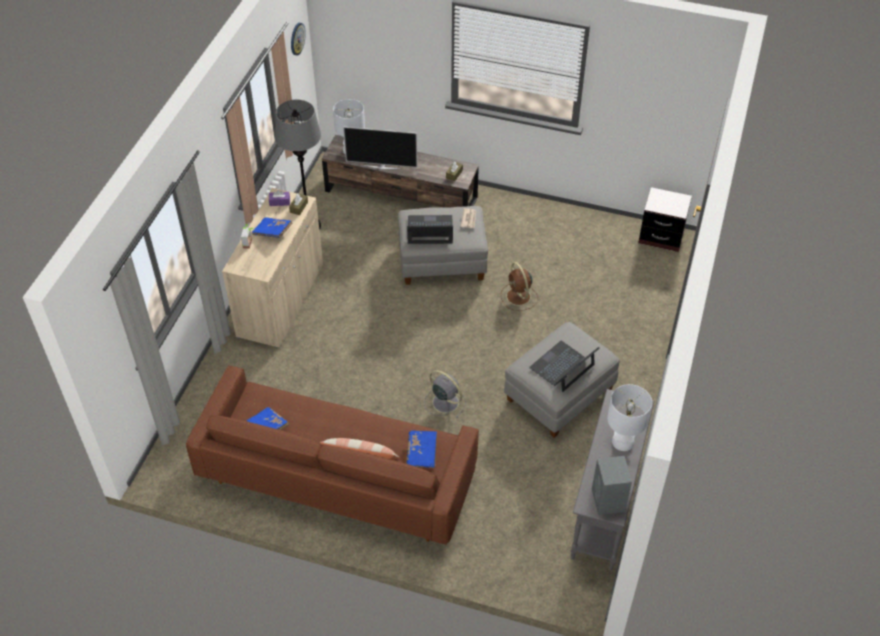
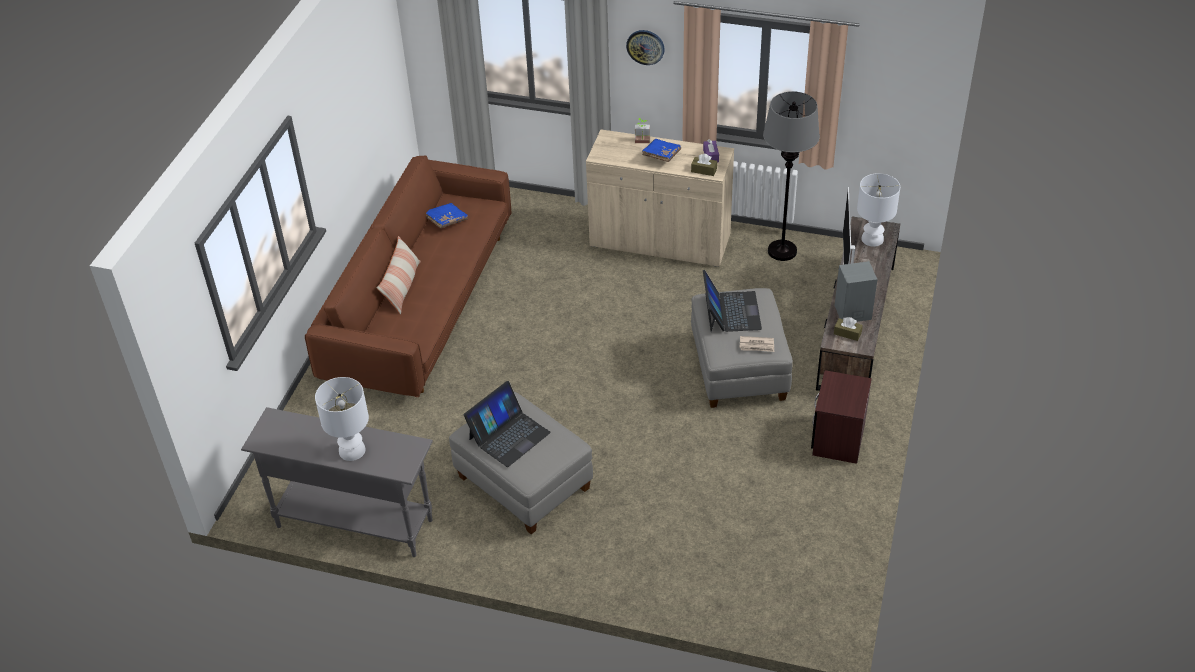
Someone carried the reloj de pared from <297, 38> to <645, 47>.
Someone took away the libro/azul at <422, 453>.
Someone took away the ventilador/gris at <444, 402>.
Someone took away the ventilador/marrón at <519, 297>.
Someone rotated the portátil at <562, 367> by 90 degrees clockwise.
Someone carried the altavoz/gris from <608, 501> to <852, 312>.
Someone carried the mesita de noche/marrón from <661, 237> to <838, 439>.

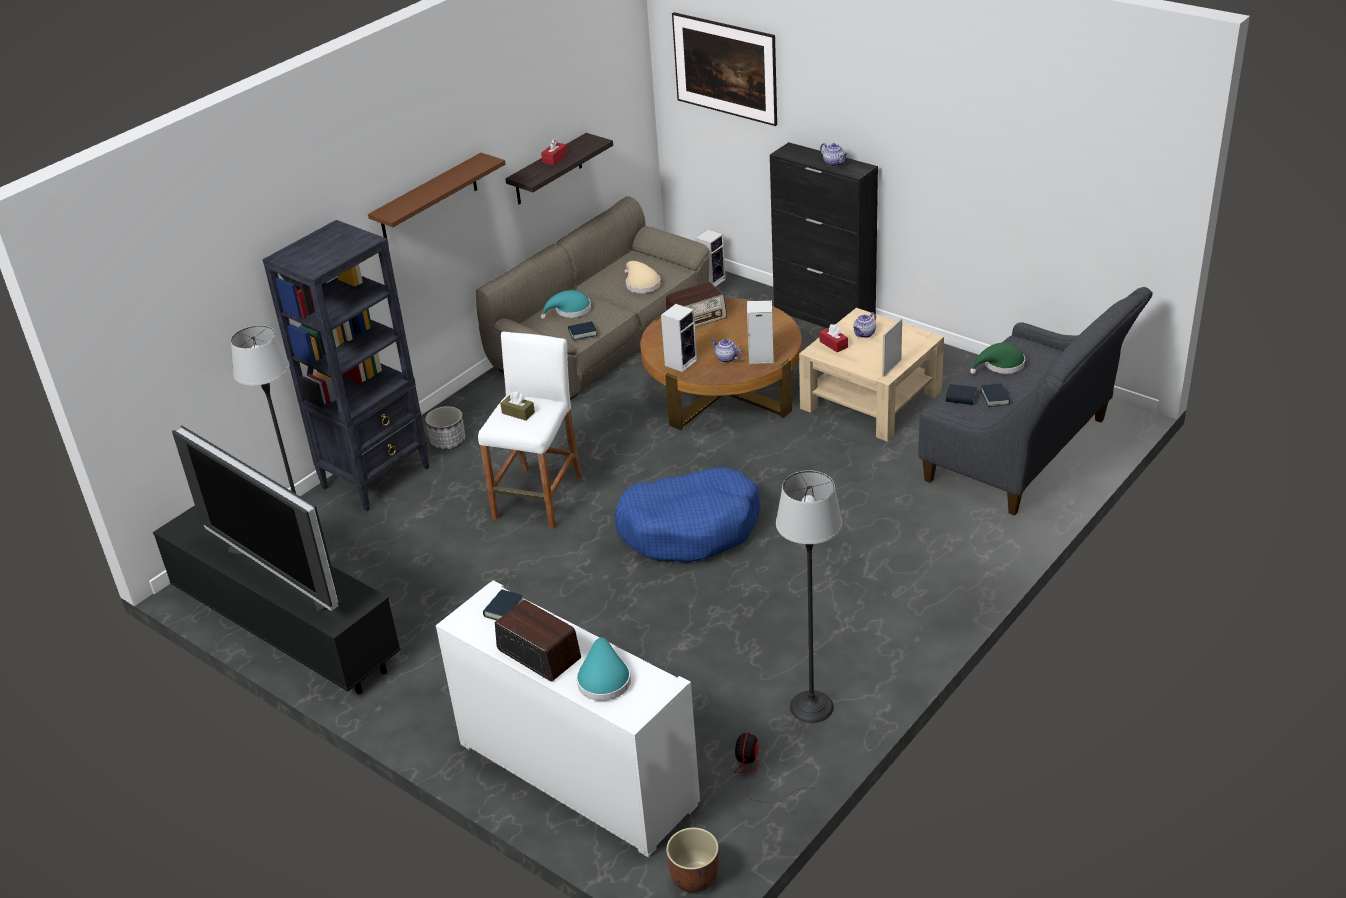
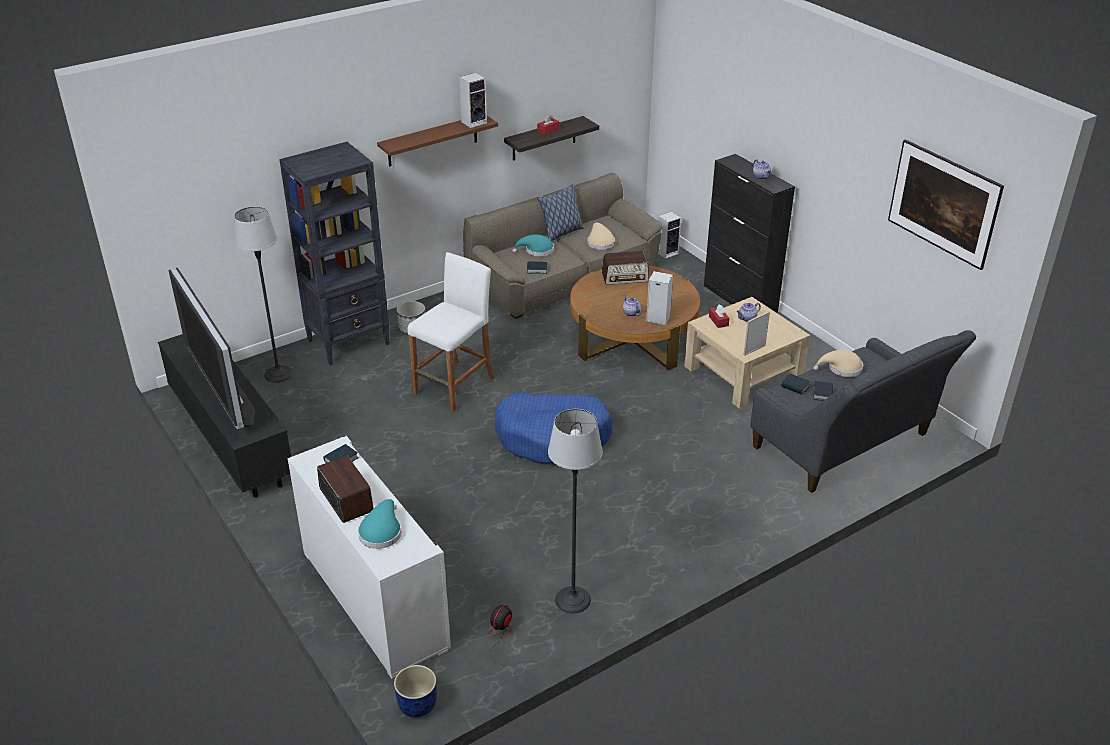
Someone took away the caja de pañuelos/marrón at <518, 413>.
Someone carried the altavoz from <681, 362> to <474, 122>.
Someone repainted the maceta/marrón at <694, 878>, which became the maceta/azul at <417, 705>.
Someone carried the cuadro from <726, 90> to <939, 223>.
Someone repainted the sombrero/verde at <1001, 365>, which became the sombrero/beis at <841, 368>.
Someone put down the cojín at <561, 233>.

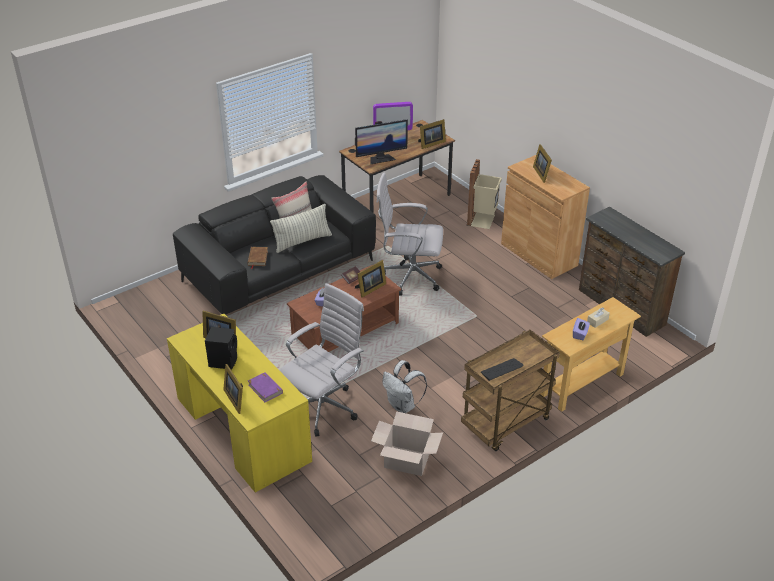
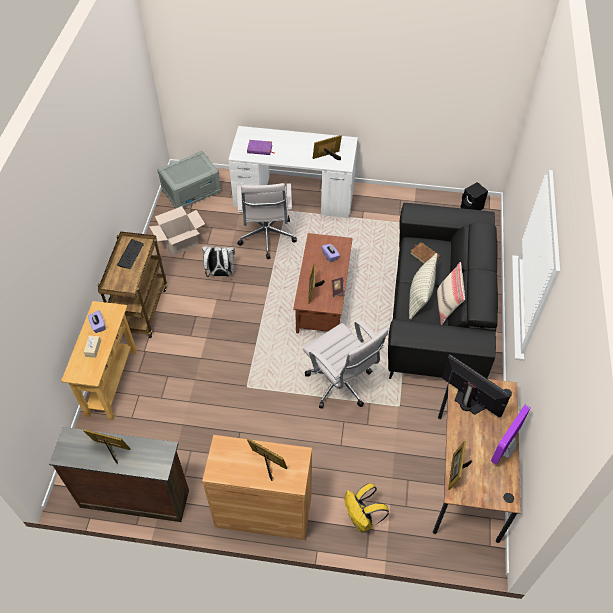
Someone repainted the escritorio/amarillo at <243, 428>, which became the escritorio/blanco at <295, 195>.
Someone carried the altavoz/negro from <223, 360> to <472, 208>.
Someone carried the portarretratos from <236, 399> to <111, 449>.
Someone rotated the monitor at <381, 158> by 105 degrees clockwise.
Someone rotated the silla de oficina/blanco at <409, 277> by 90 degrees clockwise.
Someone swapped the papelera/beis at <482, 220> for the mochila/amarillo at <362, 519>.
Someone put down the caja de almacenaje/gris at <191, 191>.

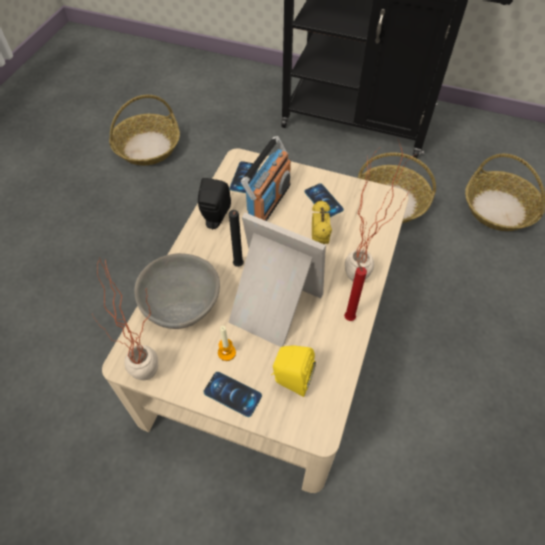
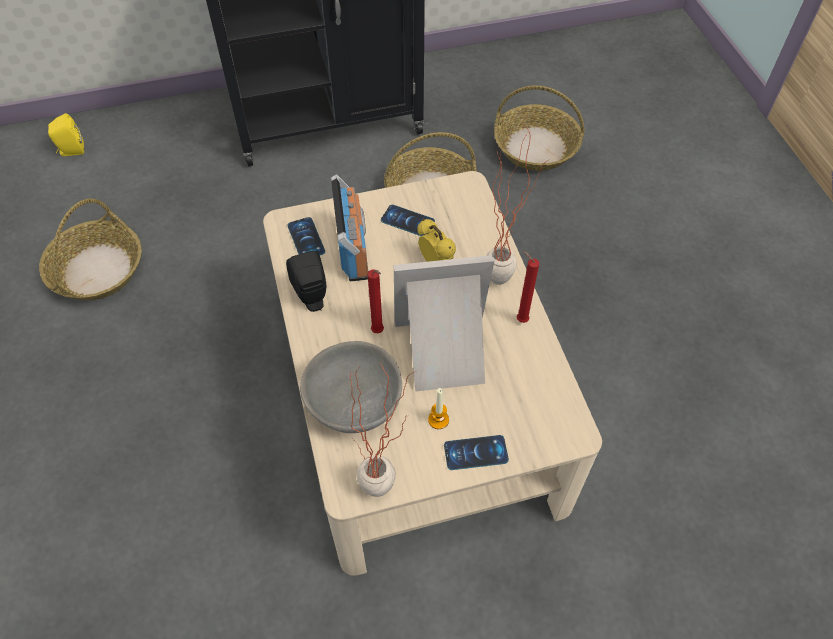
Someone repainted the vela/negro at <238, 266>, which became the vela/rojo at <378, 332>.
Someone carried the altavoz/amarillo from <290, 380> to <71, 151>.

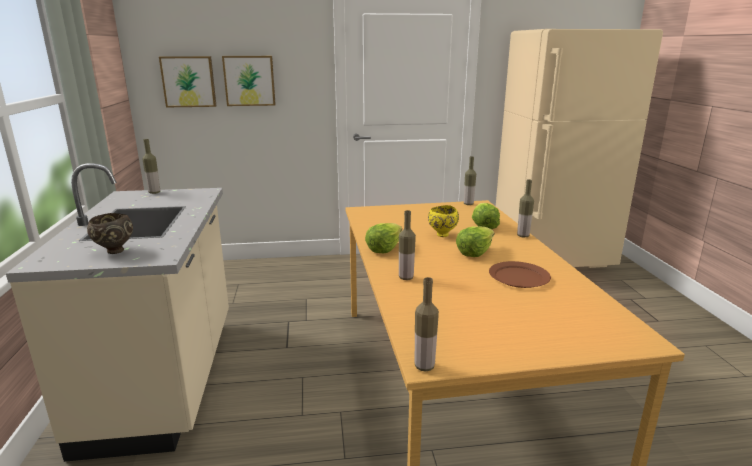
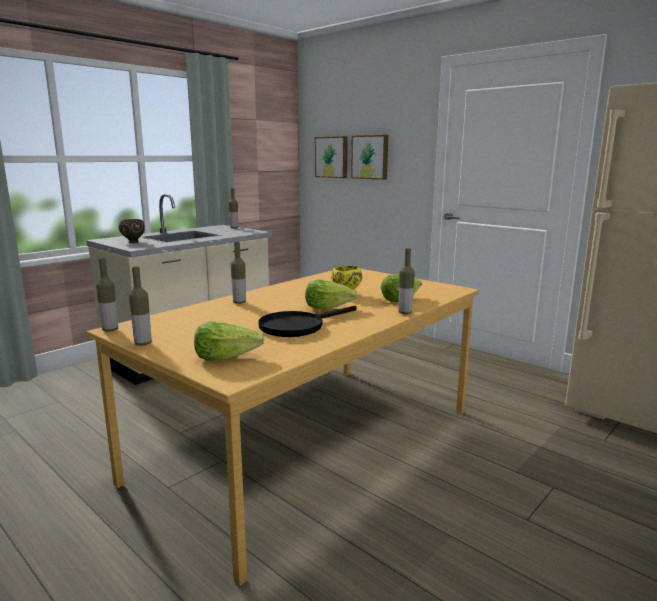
Someone carried the lechuga from <384, 248> to <226, 357>.
Someone carried the botella from <468, 204> to <143, 343>.
Someone swapped the plato/marrón at <518, 277> for the sartén/negro at <298, 326>.

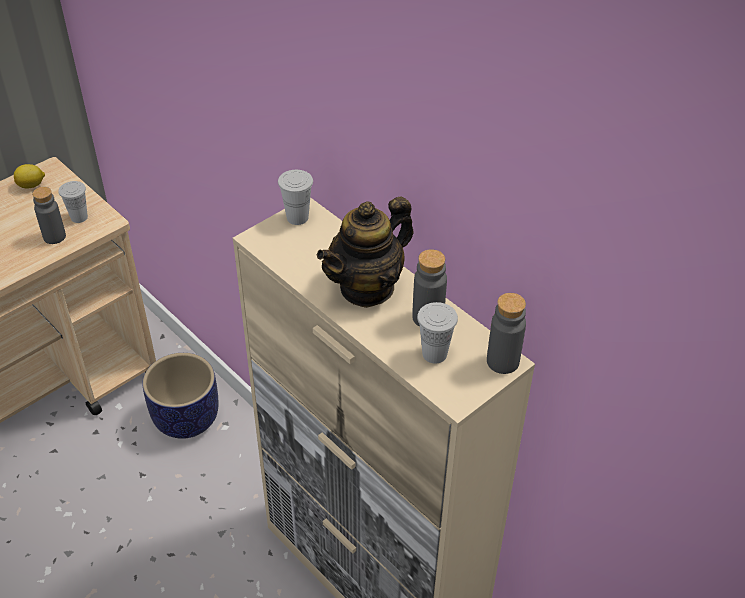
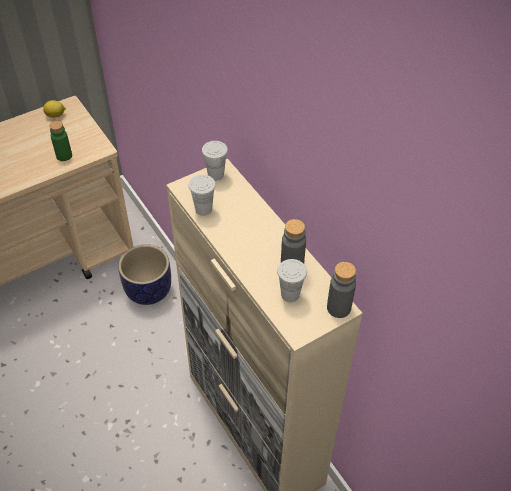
Someone repainted the botella/gris at <54, 236>, which became the botella/verde at <64, 156>.
Someone carried the taza/blanco from <79, 217> to <203, 209>.
Someone took away the tetera at <367, 287>.

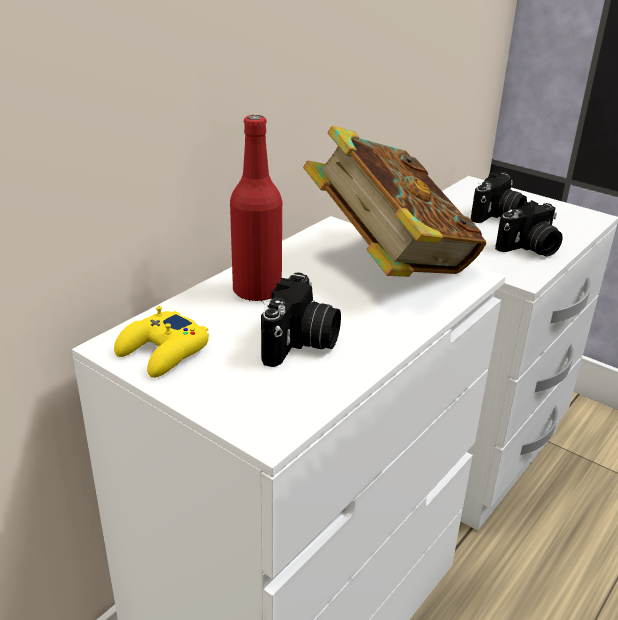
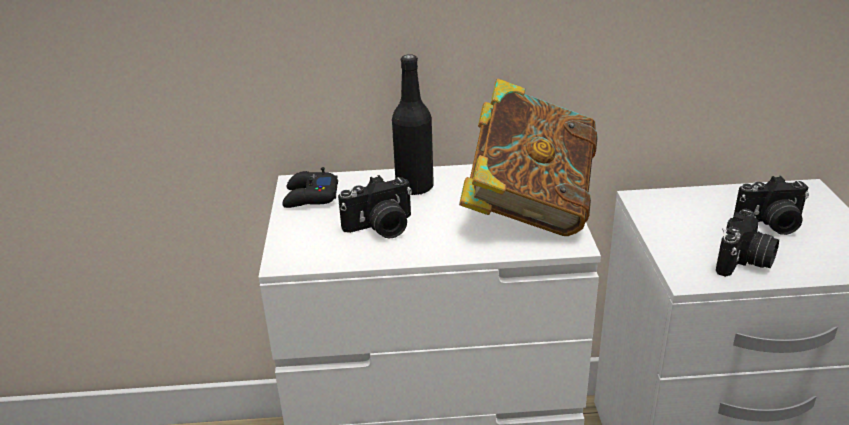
Someone repainted the mando de consola/amarillo at <163, 352>, which became the mando de consola/negro at <310, 197>.
Someone repainted the botella/rojo at <257, 291>, which became the botella/negro at <414, 187>.
Someone rotated the cámara at <530, 249> by 75 degrees counterclockwise.

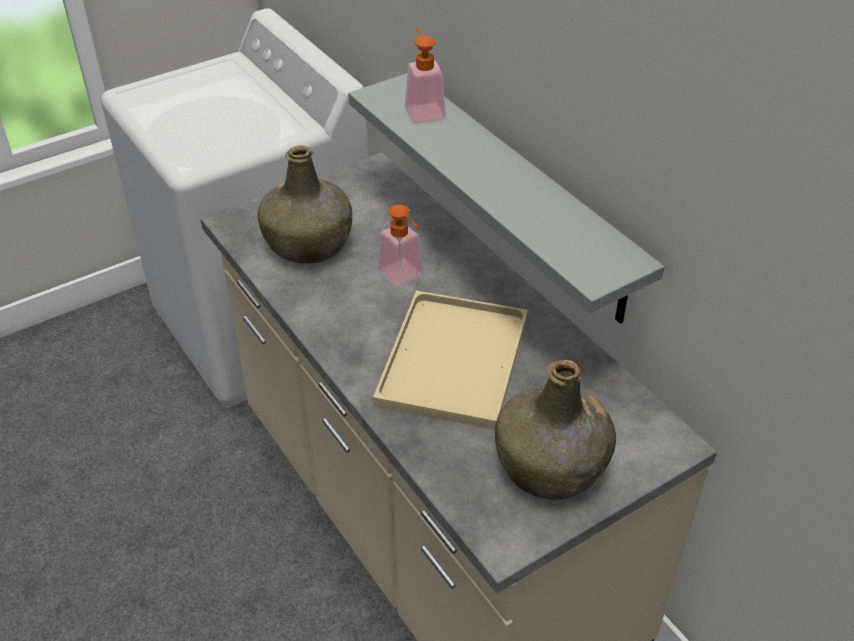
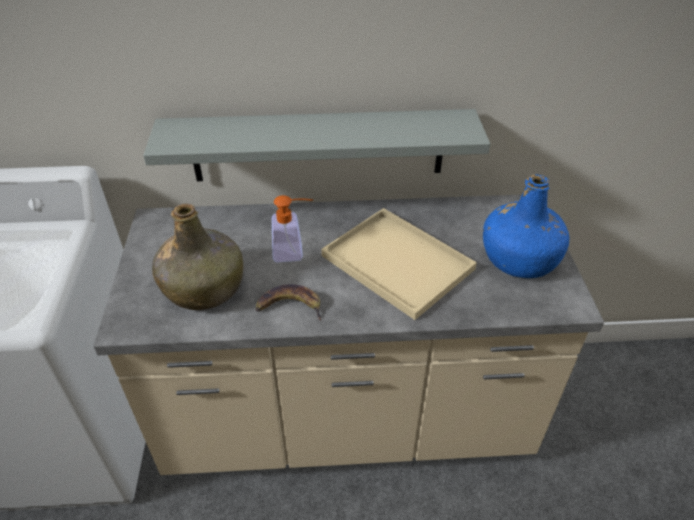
Someone took away the dispensador de jabón at <423, 110>.
Someone repainted the botella/verde at <551, 465>, which became the botella/azul at <519, 258>.
Someone put down the plátano at <290, 306>.

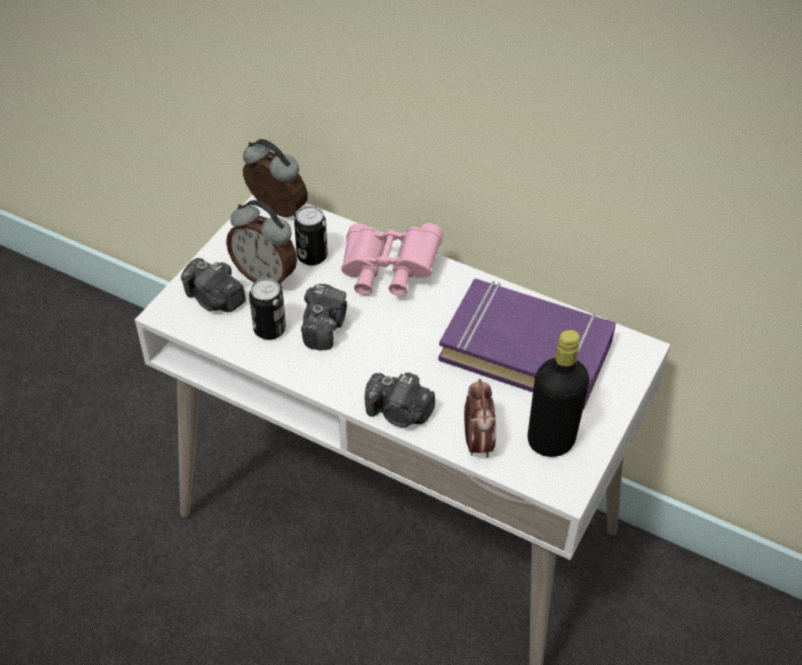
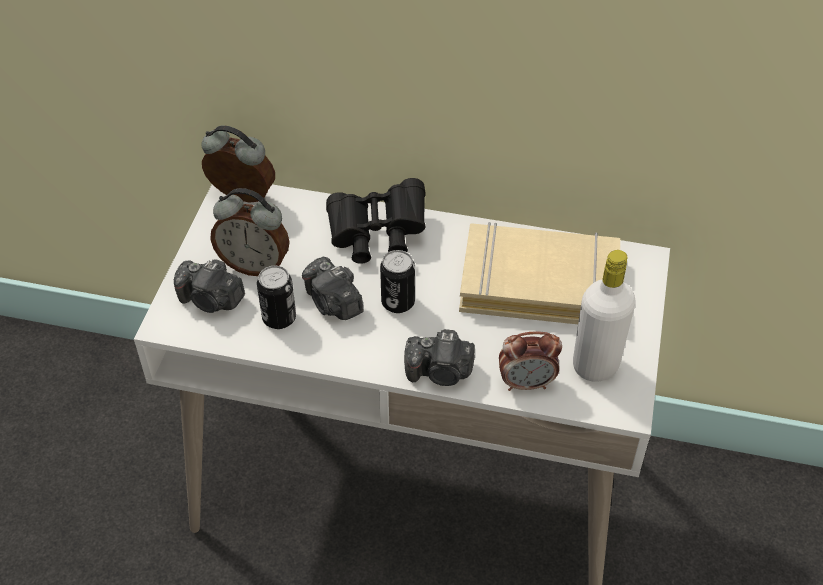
Someone carried the lata from <312, 256> to <398, 302>.
Someone rotated the cámara at <324, 326> by 150 degrees clockwise.
Someone repainted the prismáticos/rosa at <388, 272>, which became the prismáticos/negro at <376, 235>.
Someone repainted the libro/morado at <526, 350>, which became the libro/beis at <539, 283>.
Someone rotated the despertador at <477, 442> by 105 degrees clockwise.
Someone repainted the botella/negro at <550, 441>, which became the botella/blanco at <595, 365>.

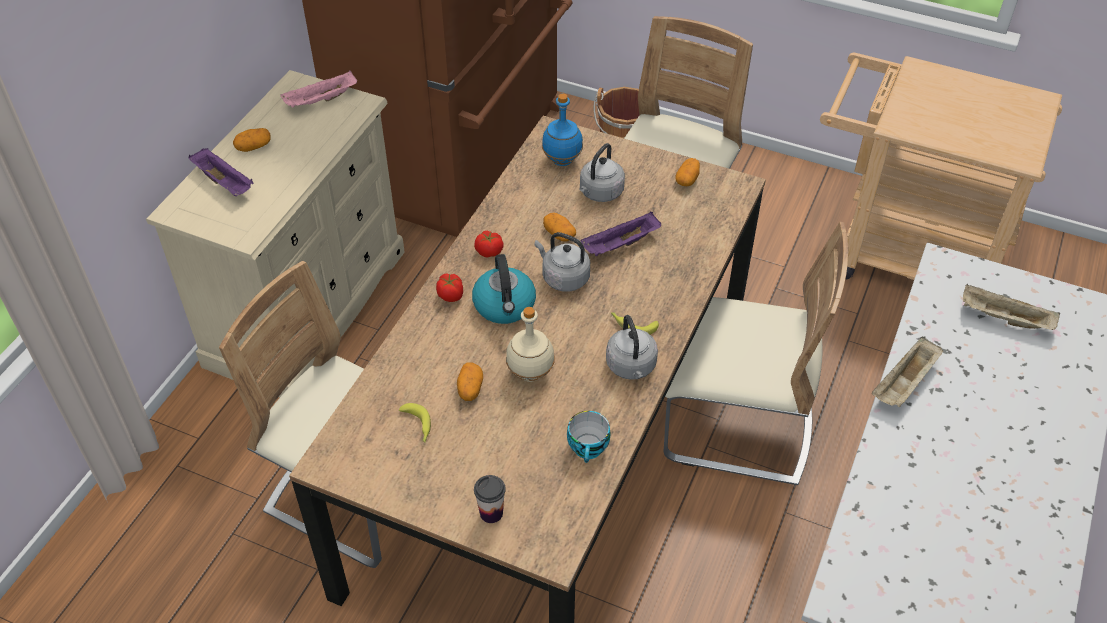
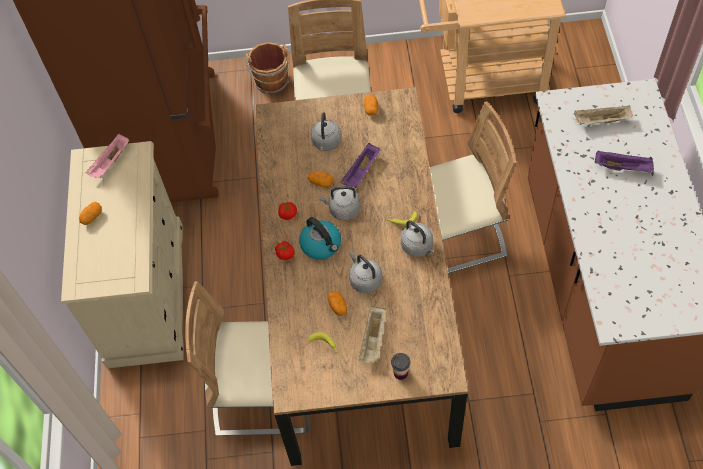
Someone carried the bandeja/morado from <225, 183> to <623, 167>.
Someone swapped the botella/beis at <529, 373> for the hervidor/gris at <364, 280>.
Someone took away the botella/azul at <561, 161>.
Someone took away the taza at <589, 449>.
Someone carried the bandeja/beis from <904, 384> to <373, 340>.

